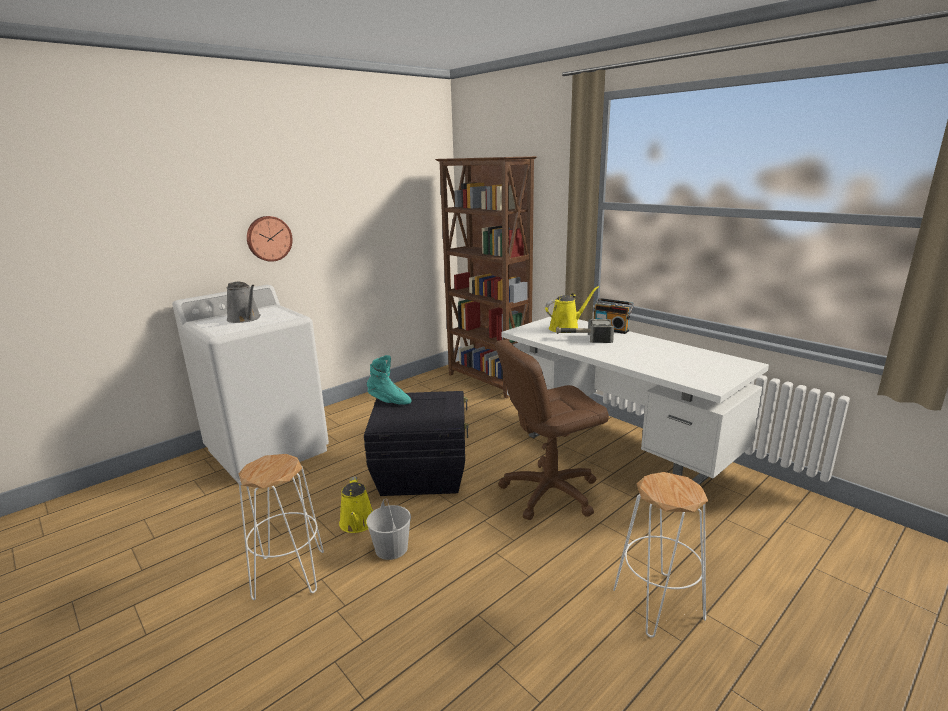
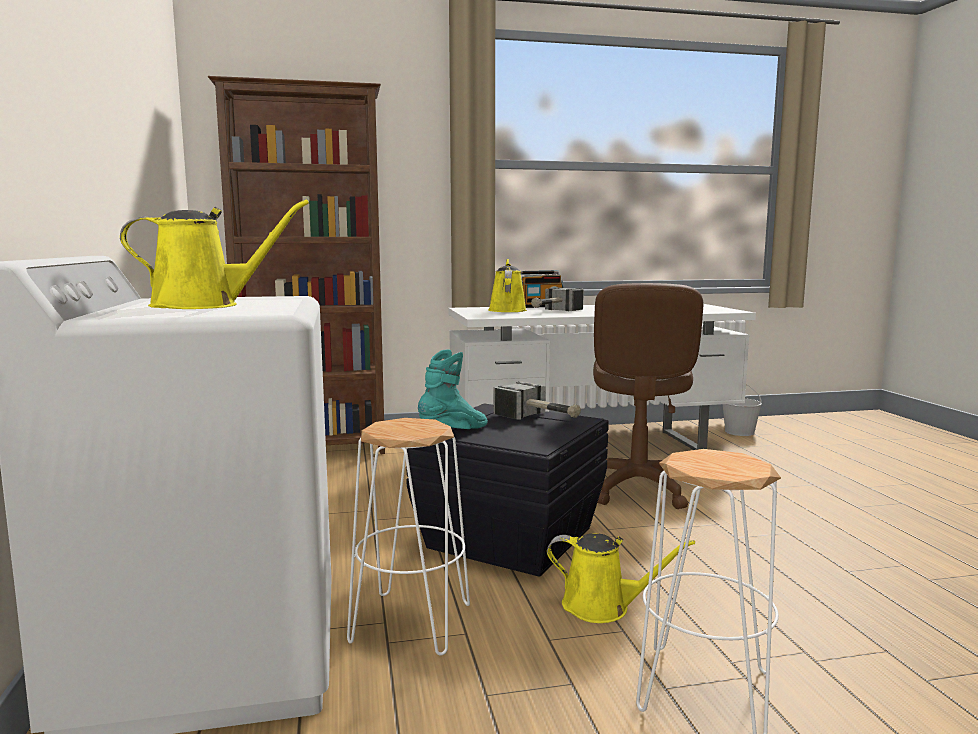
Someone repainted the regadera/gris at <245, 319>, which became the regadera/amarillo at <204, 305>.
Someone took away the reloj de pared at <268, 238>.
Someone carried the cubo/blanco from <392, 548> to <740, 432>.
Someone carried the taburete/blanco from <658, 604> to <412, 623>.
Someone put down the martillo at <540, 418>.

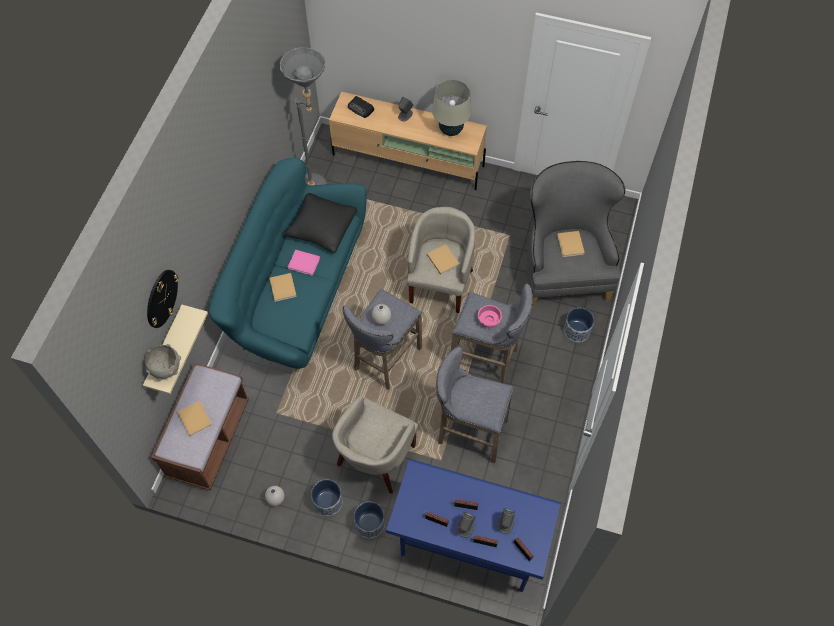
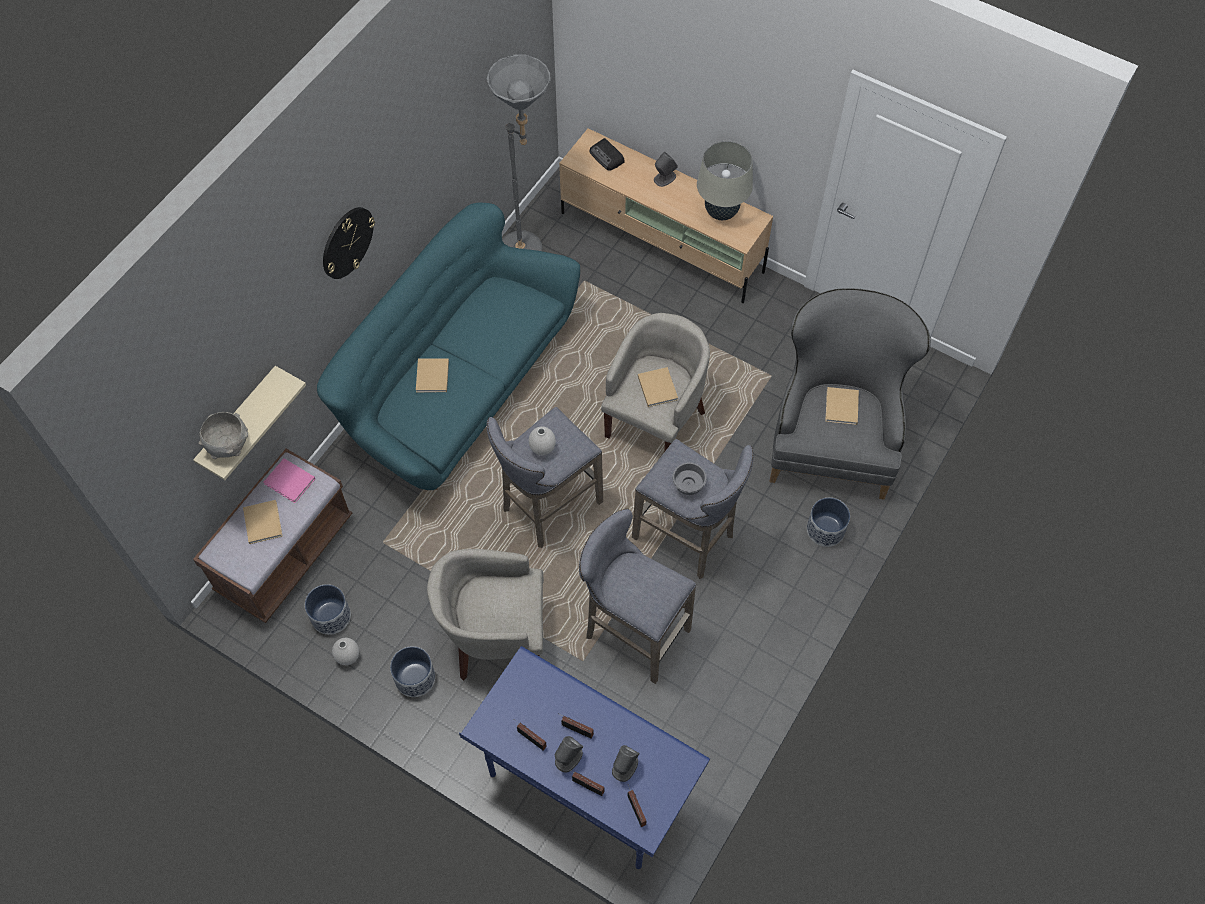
Someone carried the reloj de pared from <161, 298> to <347, 242>.
Someone took away the cojín/negro at <322, 228>.
Someone carried the libro/rosa from <305, 263> to <291, 482>.
Someone rotated the sillón/beis at <375, 459> by 45 degrees clockwise.
Someone carried the maceta from <370, 524> to <331, 617>.
Someone repainted the cuenco/rosa at <489, 320>, which became the cuenco/gris at <689, 484>.

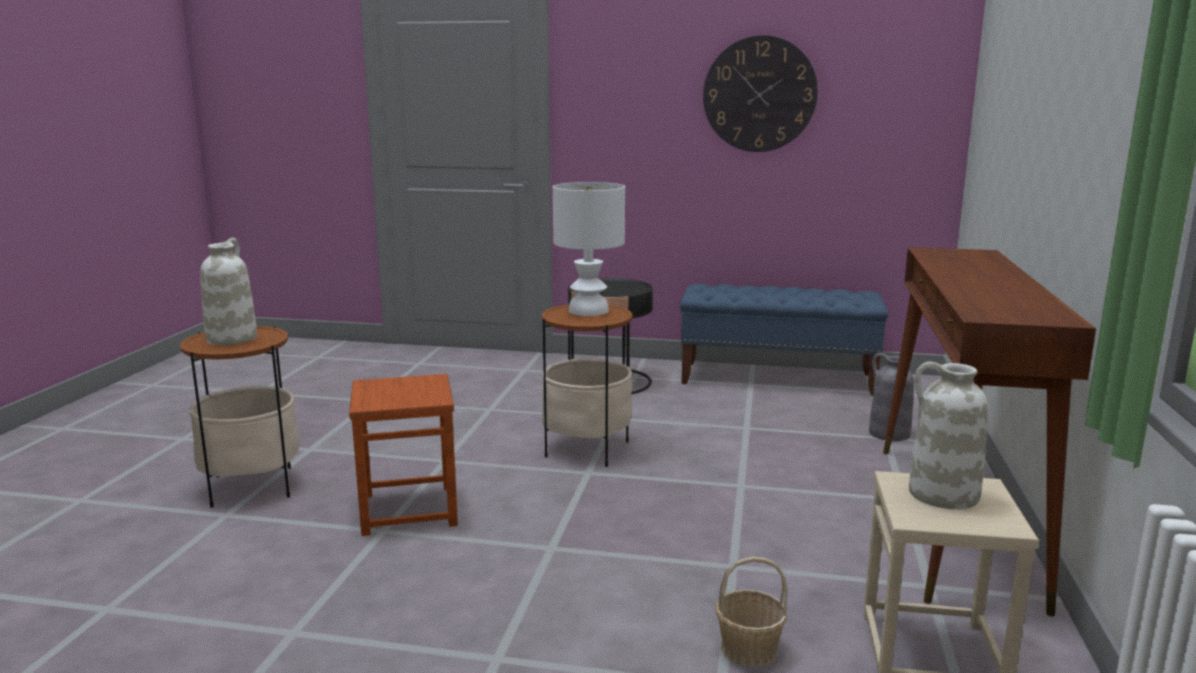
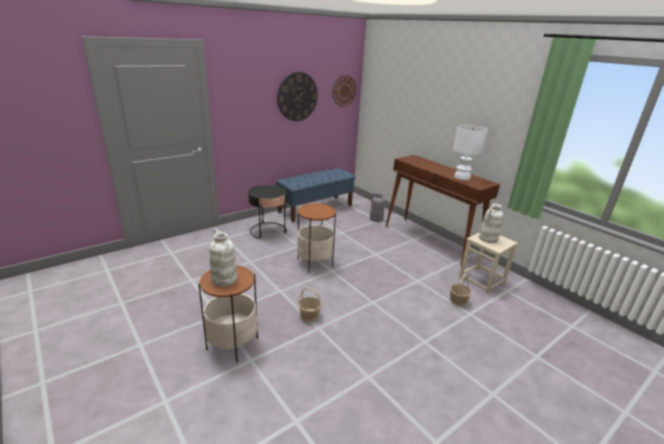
Someone swapped the taburete/marrón at <409, 509> for the cesta at <309, 315>.
Someone carried the lámpara de mesa/blanco from <589, 310> to <462, 177>.
Someone put up the reloj de pared at <344, 91>.

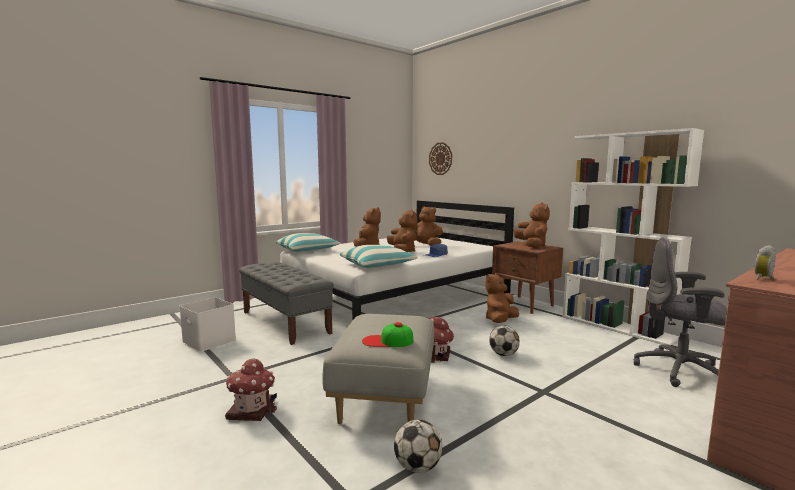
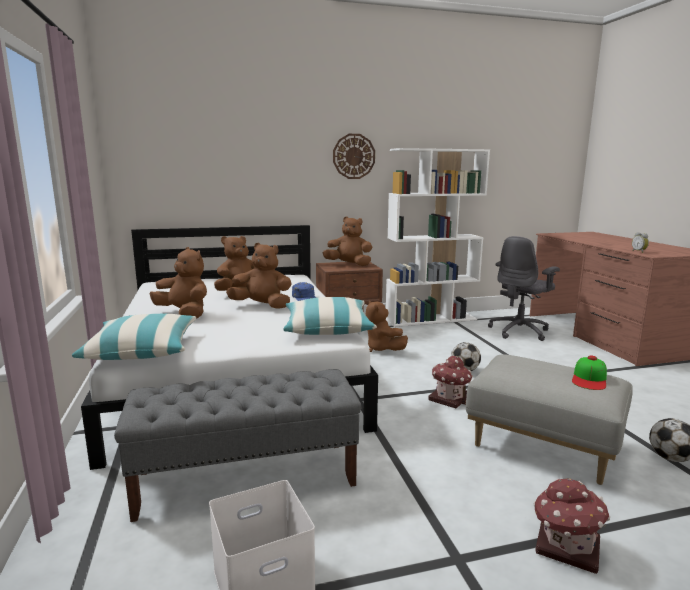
Someone carried the reloj de pared from <440, 158> to <354, 156>.

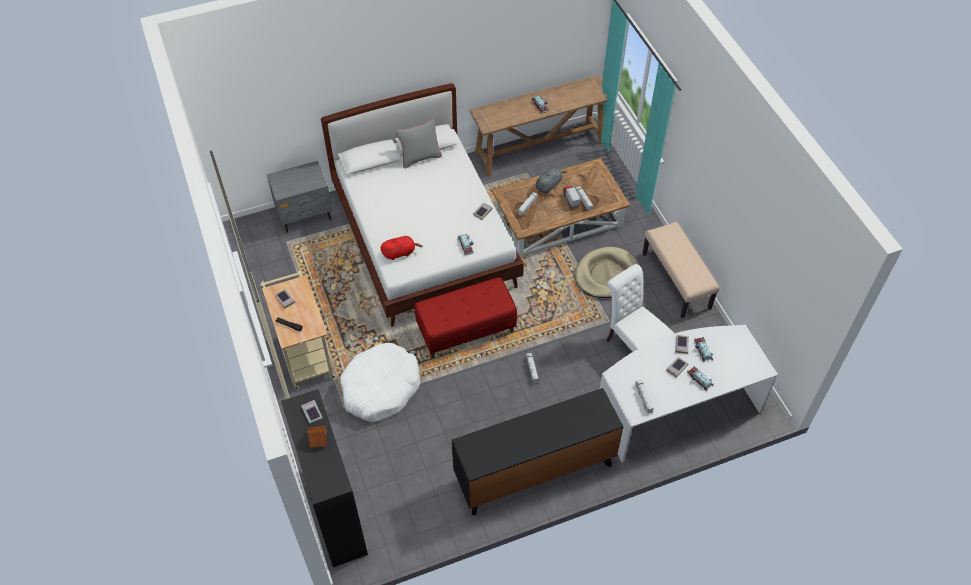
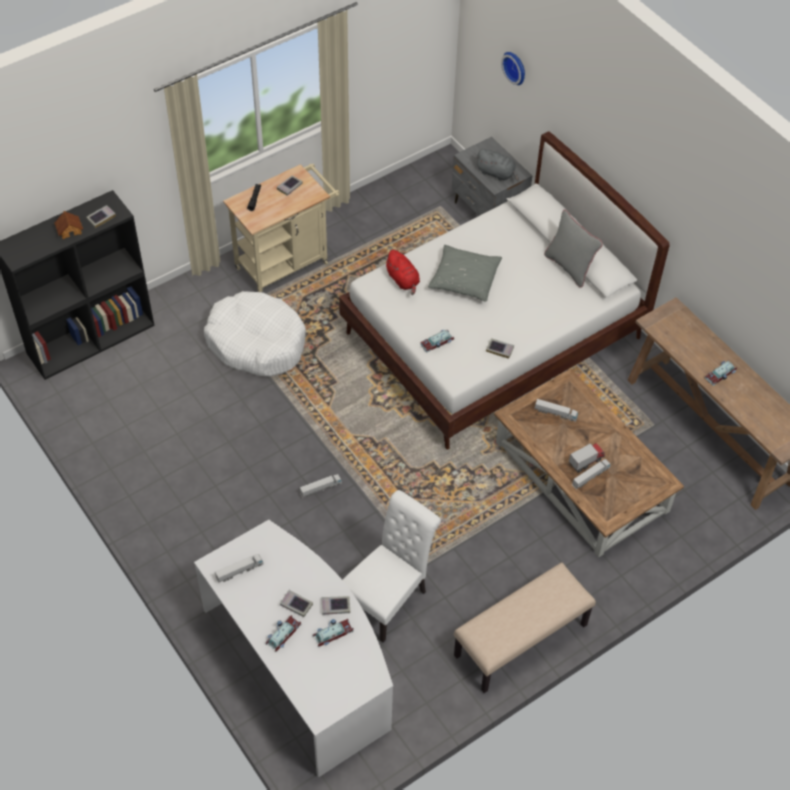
Someone took away the banco/rojo at <466, 330>.
Someone took away the cómoda/negro at <534, 472>.
Someone carried the peluche/gris from <549, 185> to <496, 173>.
Someone took away the cama para perro/beis at <606, 275>.
Someone put down the cojín/gris at <464, 279>.
Someone put up the reloj de pared at <515, 67>.

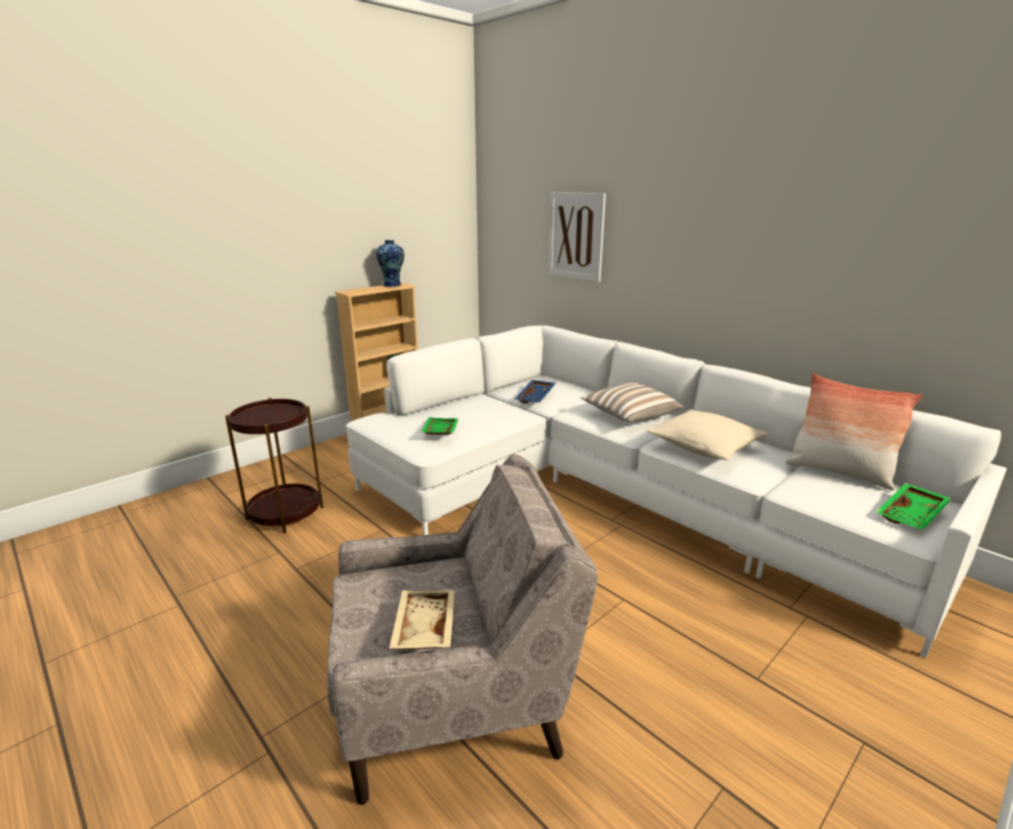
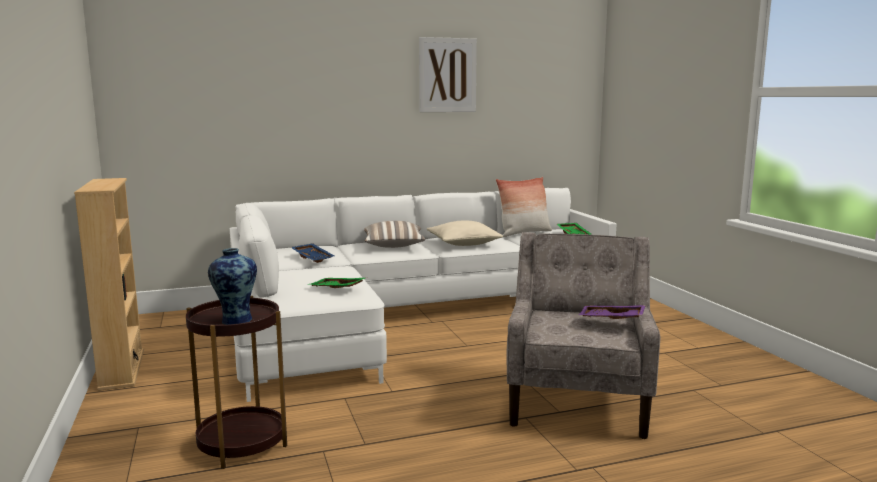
Someone carried the florero from <392, 285> to <236, 320>.
Someone repainted the bandeja/beis at <423, 628>, which became the bandeja/morado at <611, 319>.
Someone carried the cuadro from <576, 236> to <447, 75>.

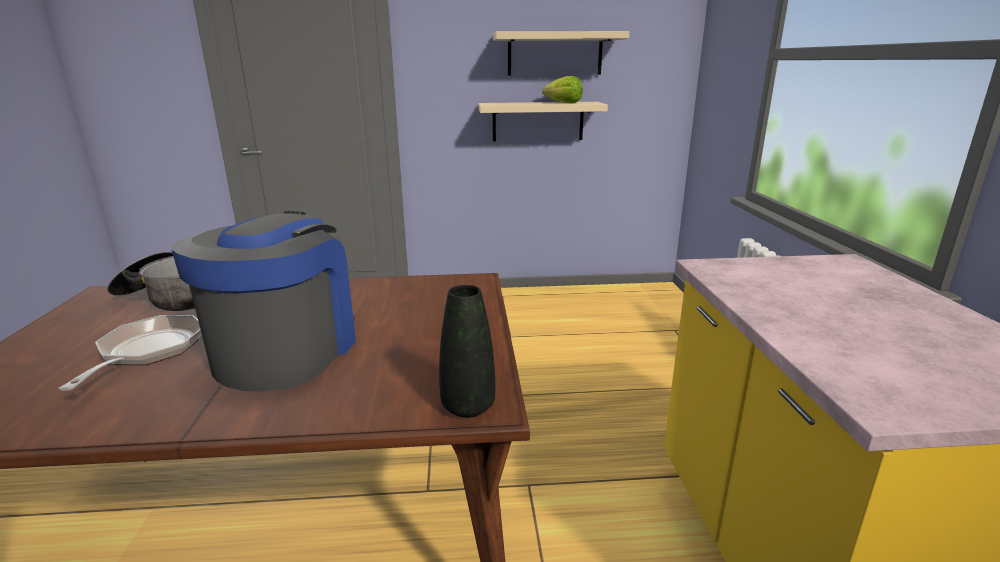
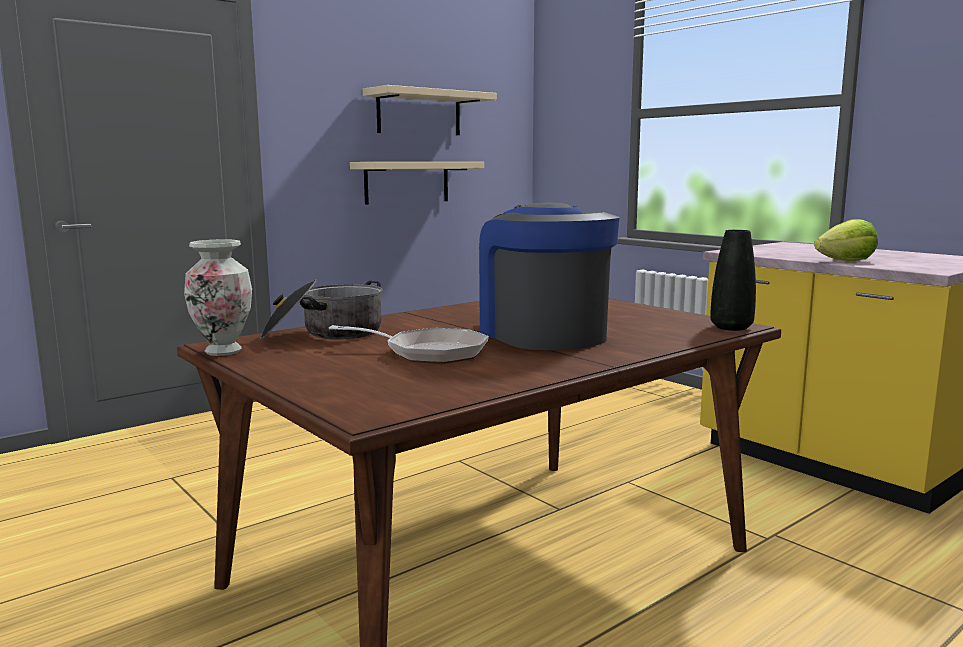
Someone rotated the sartén at <148, 352> by 135 degrees clockwise.
Someone carried the lechuga from <564, 103> to <846, 261>.
Someone put down the florero at <223, 352>.

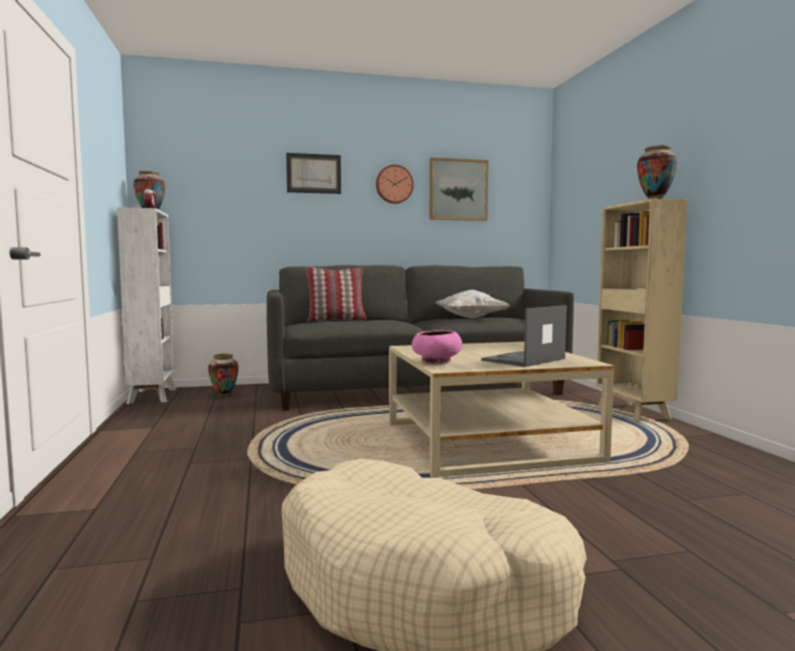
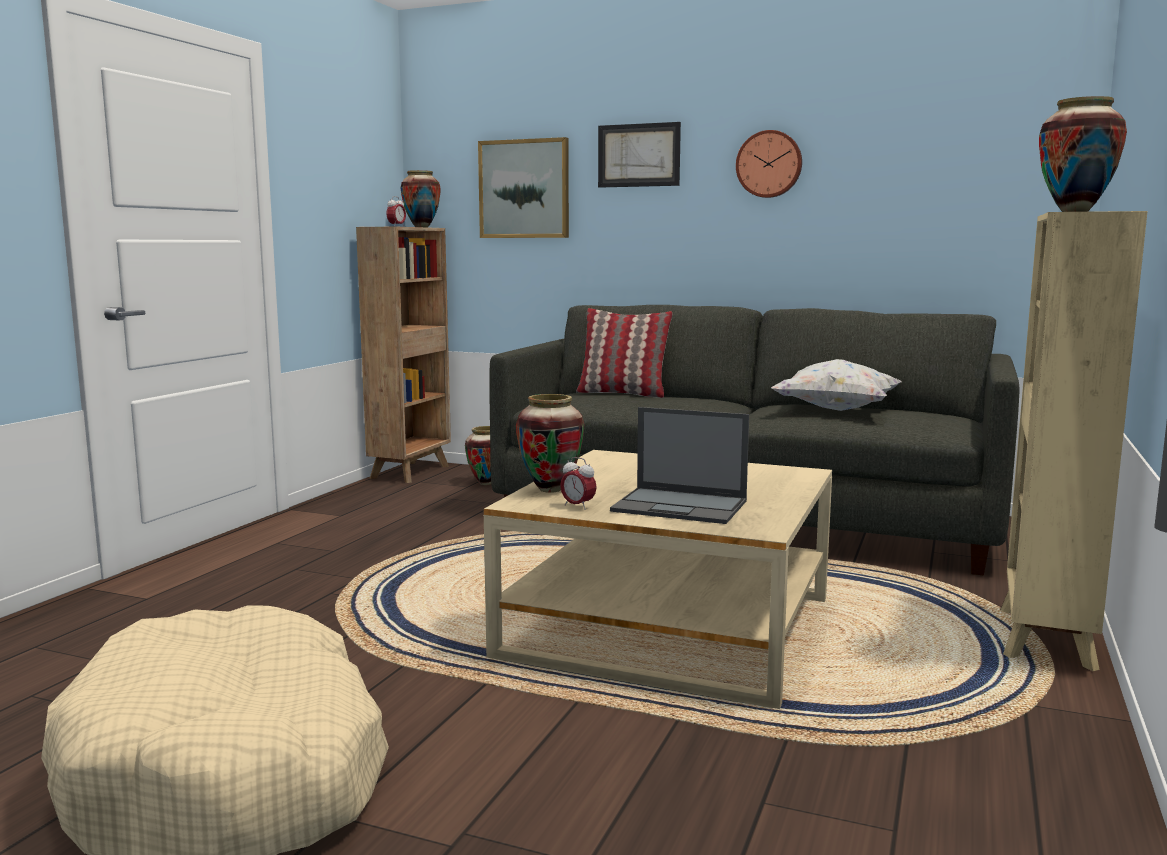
Someone repainted the estantería/blanco at <153, 396>, which became the estantería/marrón at <411, 472>.
Someone swapped the cuenco/rosa at <436, 362> for the florero at <550, 489>.
Someone carried the cuadro from <458, 190> to <524, 189>.
Someone rotated the portátil at <523, 359> by 150 degrees counterclockwise.
Someone put down the despertador at <578, 506>.

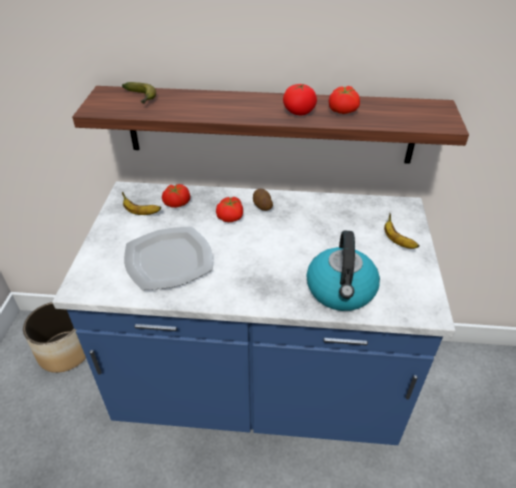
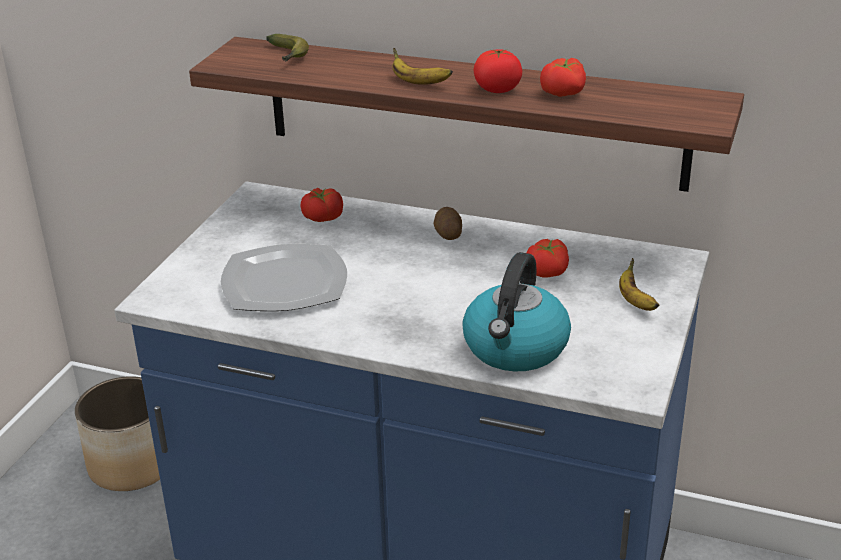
Someone carried the plátano from <140, 213> to <418, 82>.
Someone carried the tomate from <230, 217> to <548, 272>.

